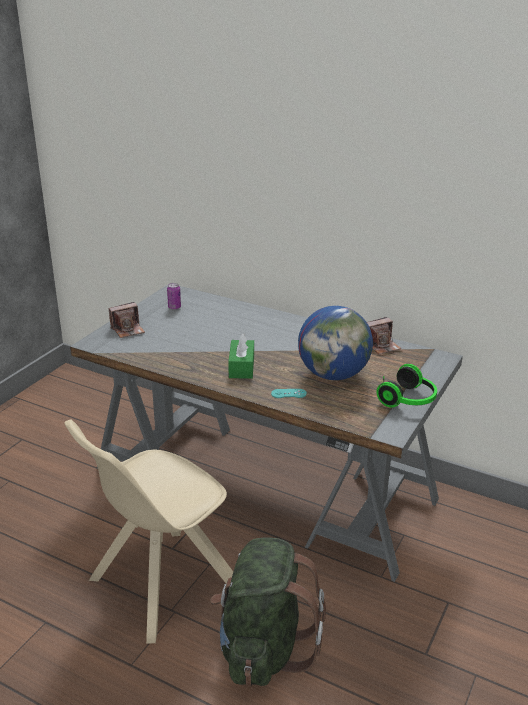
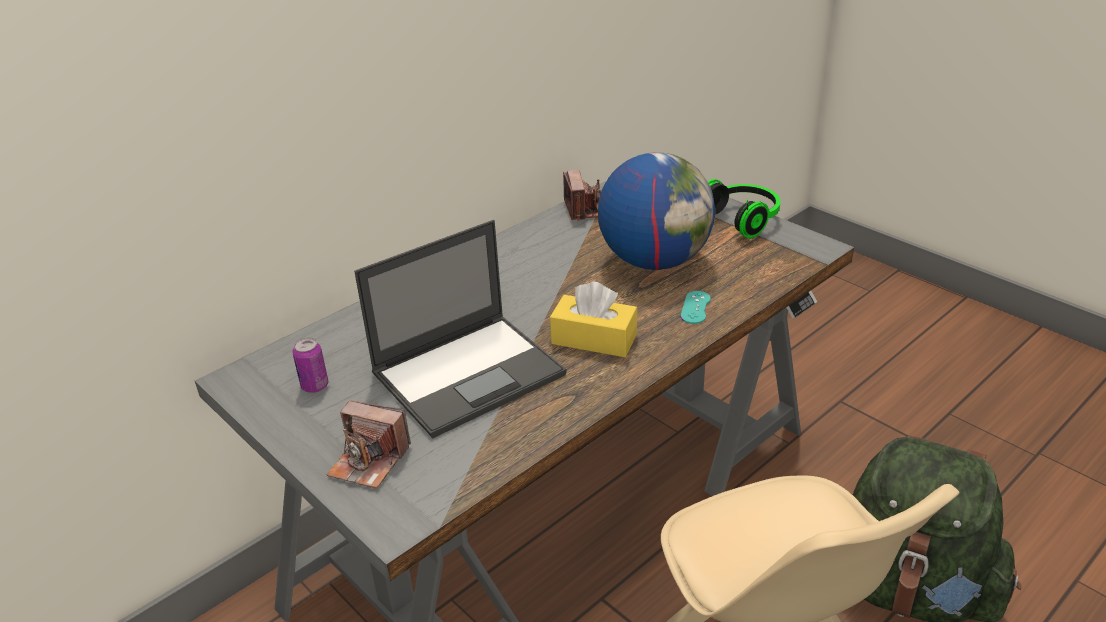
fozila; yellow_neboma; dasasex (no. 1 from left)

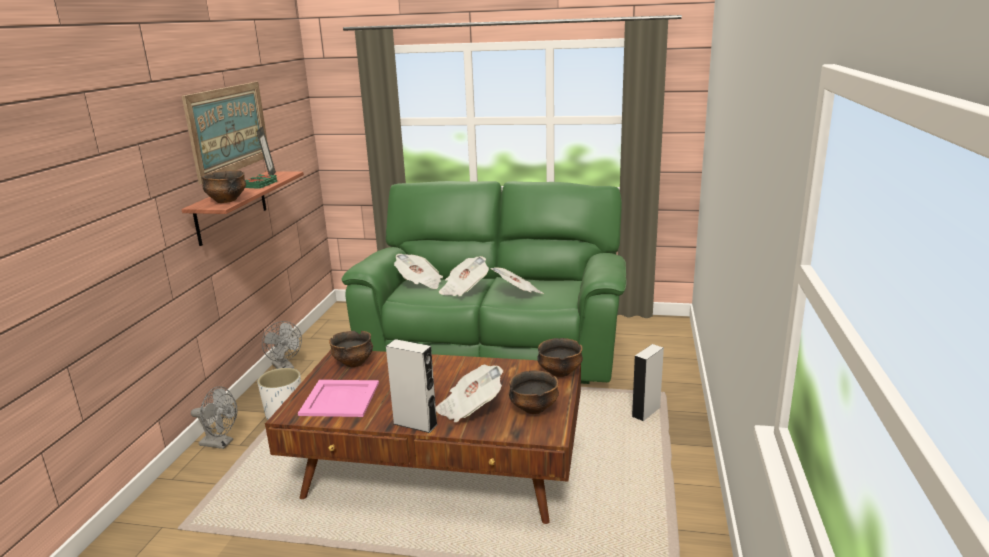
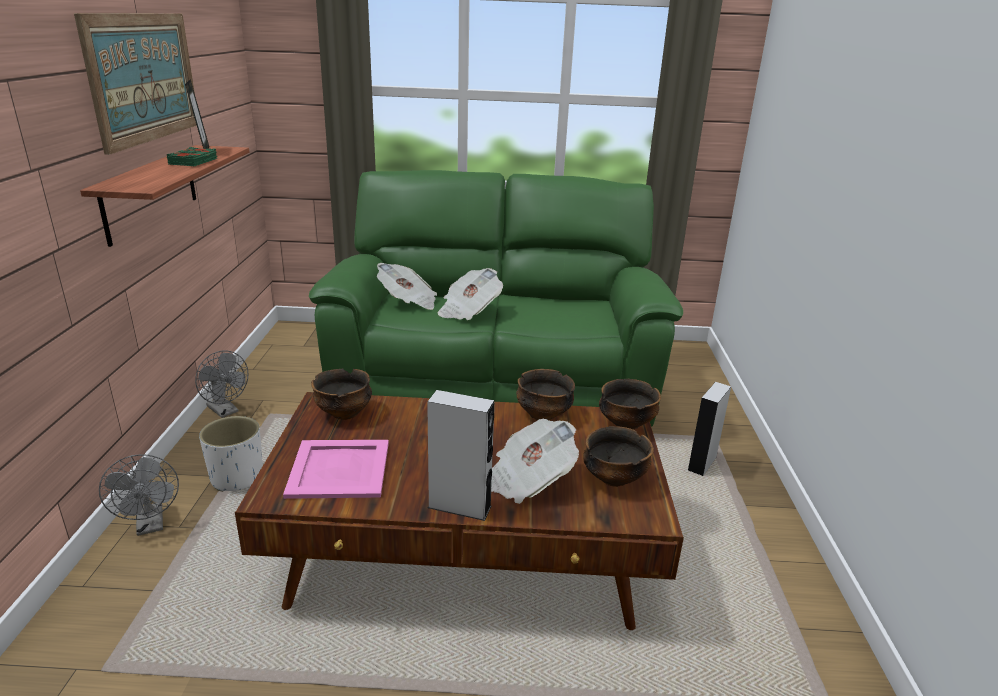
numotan (no. 4 from left in the first image); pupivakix (no. 2 from left); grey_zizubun (no. 1 from left)

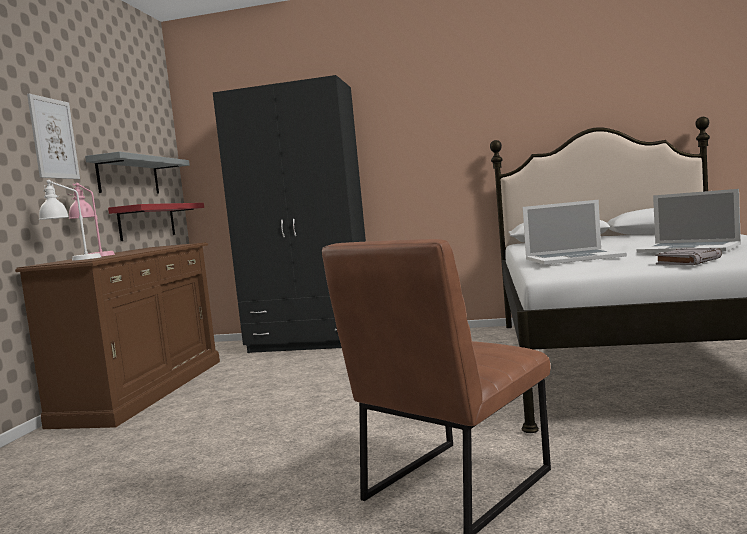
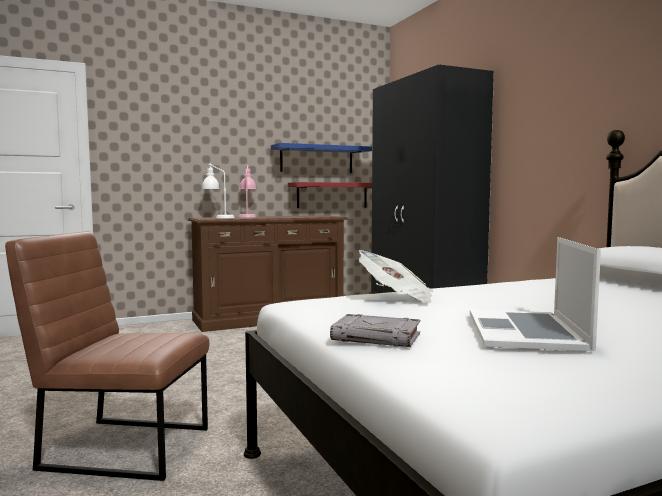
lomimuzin; numotan; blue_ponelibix

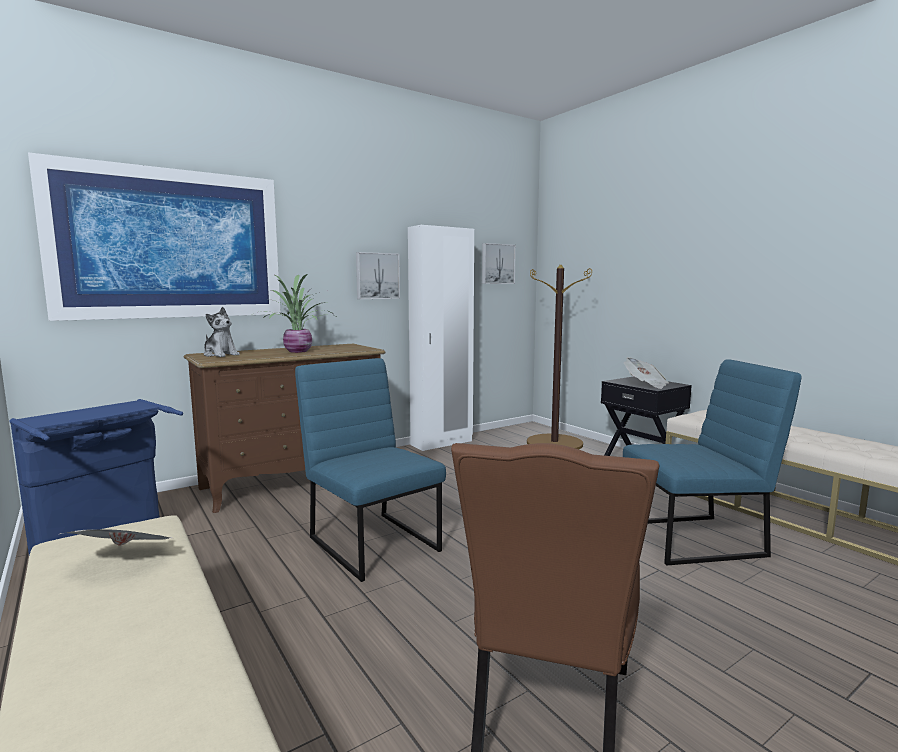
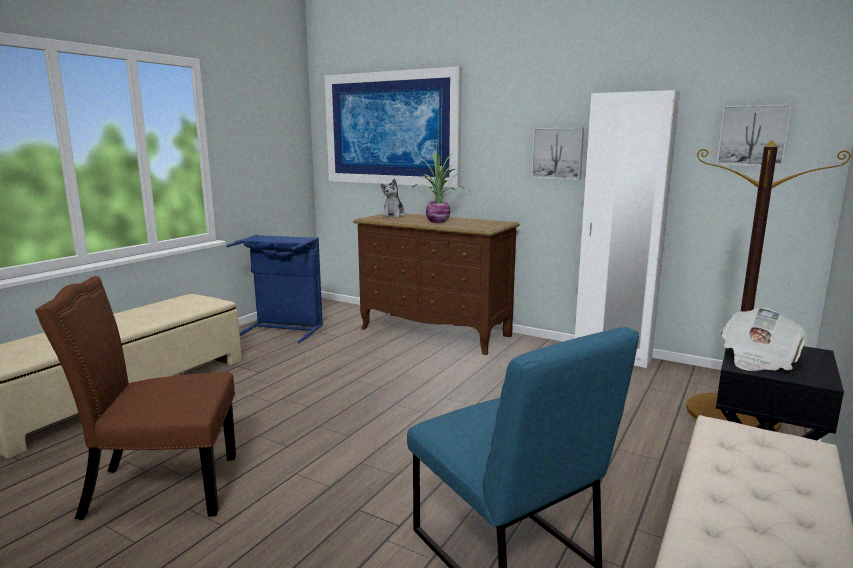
numotan (no. 1 from left in the first image); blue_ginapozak (no. 1 from left in the first image)

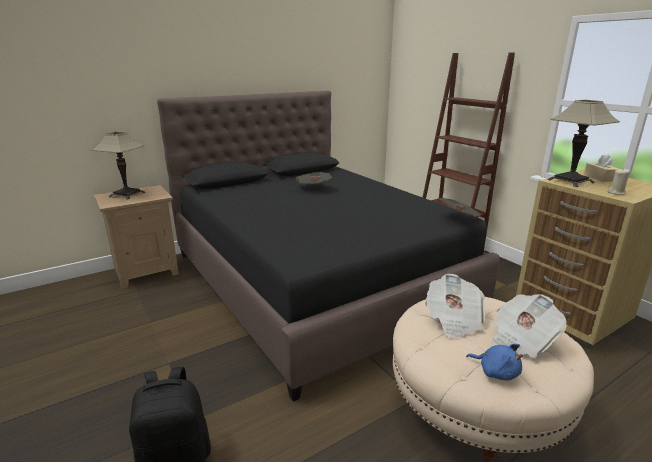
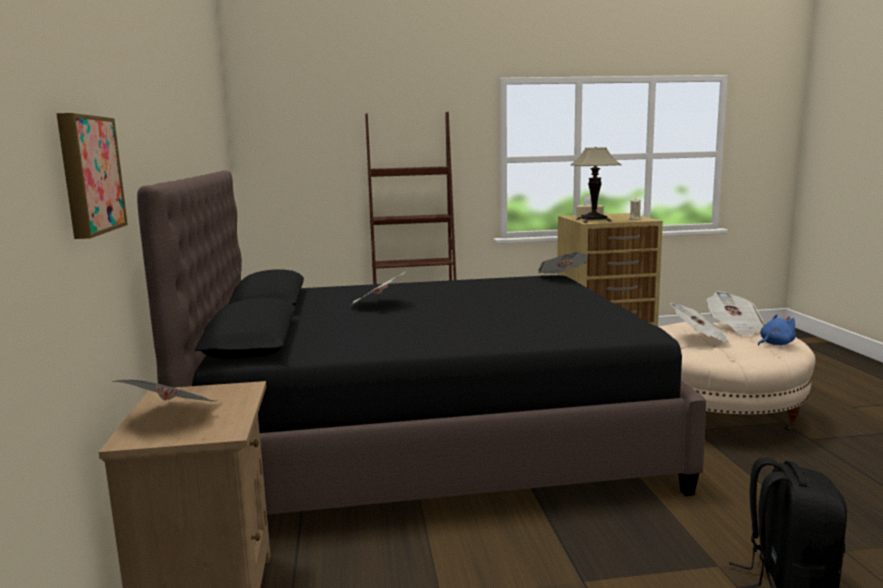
lomimuzin; numotan (no. 1 from left)

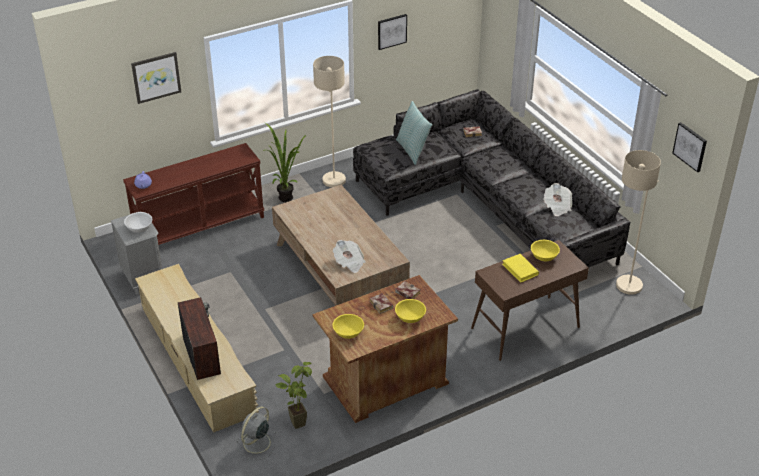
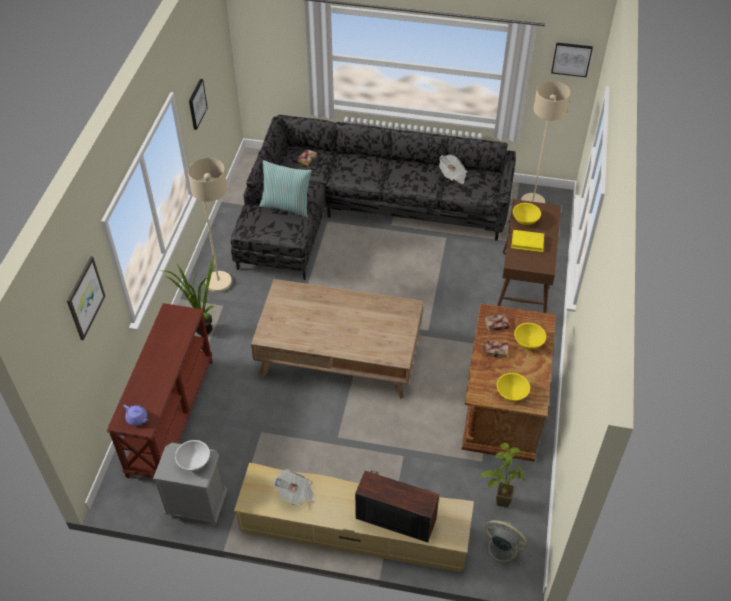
numotan (no. 1 from left); grey_zizubun

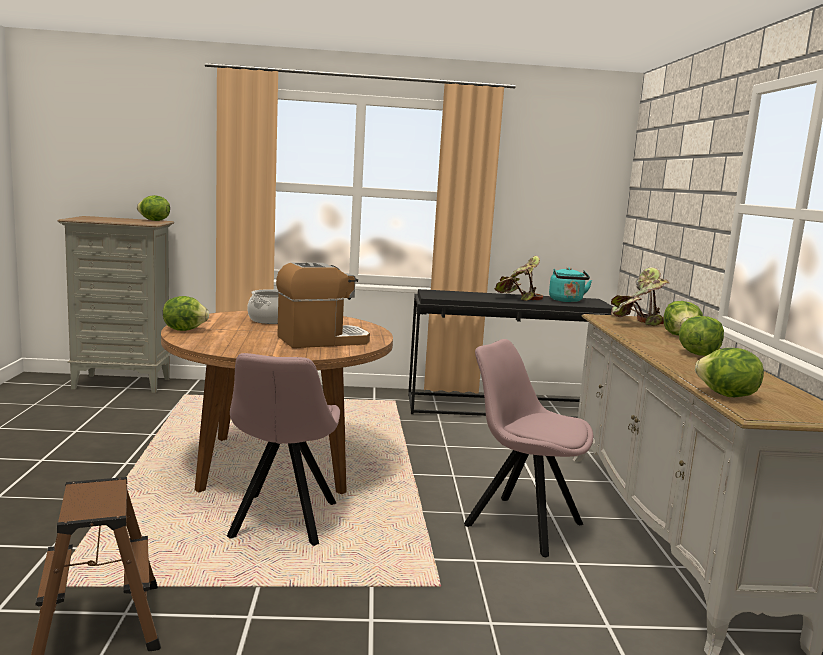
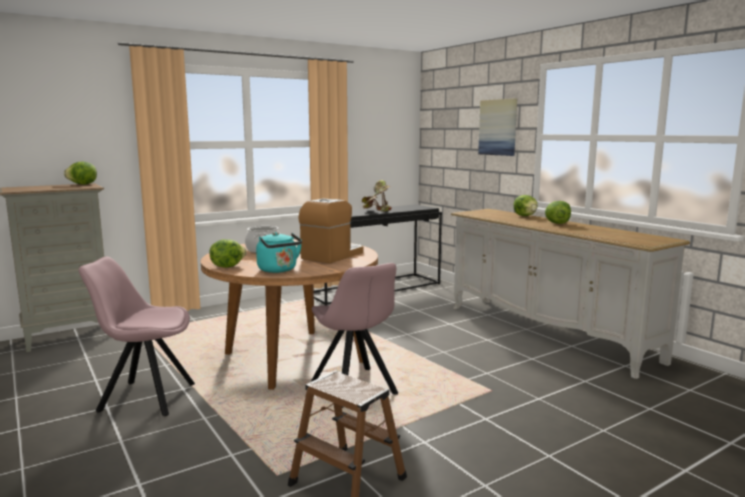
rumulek (no. 2 from left in the first image); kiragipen (no. 5 from left in the first image); lomimuzin; pink_ginapozak (no. 1 from left); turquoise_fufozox

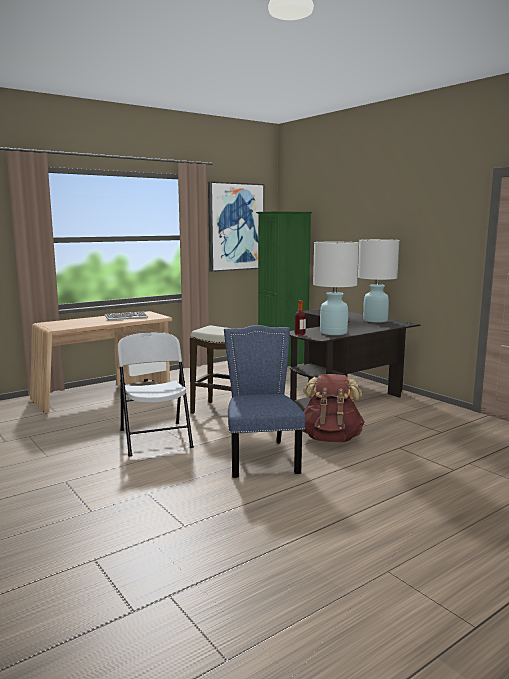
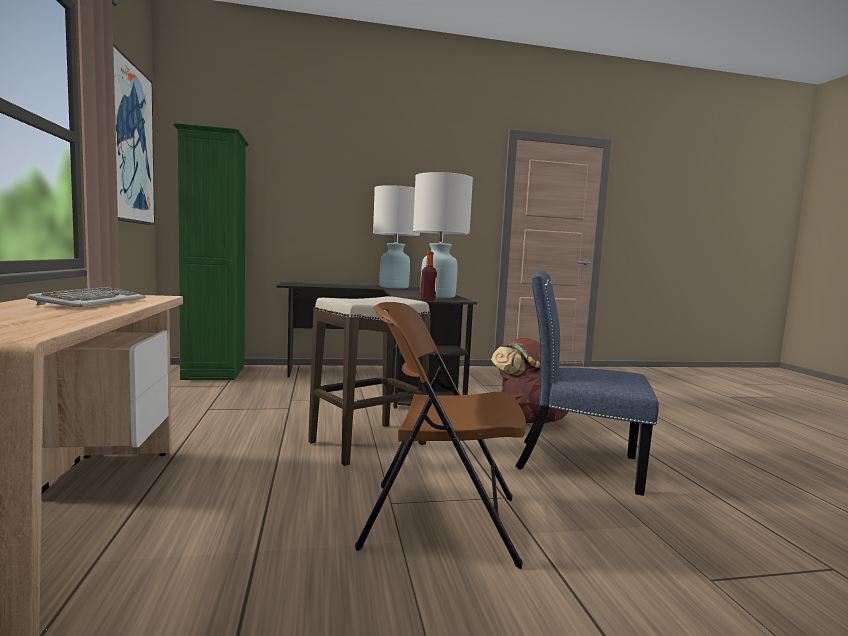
brown_ginapozak

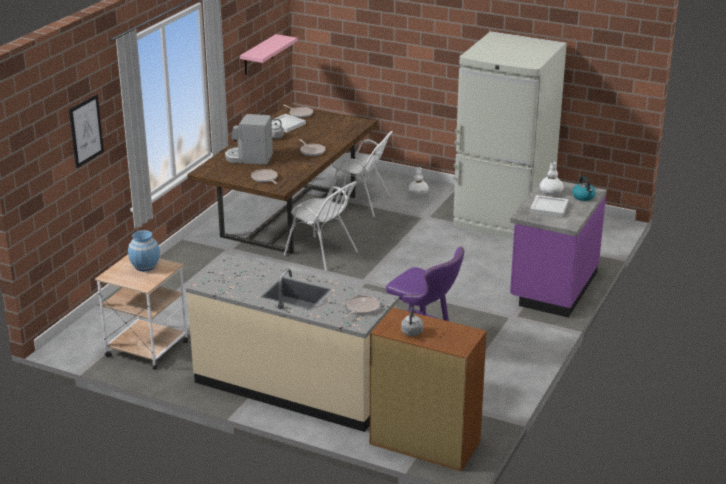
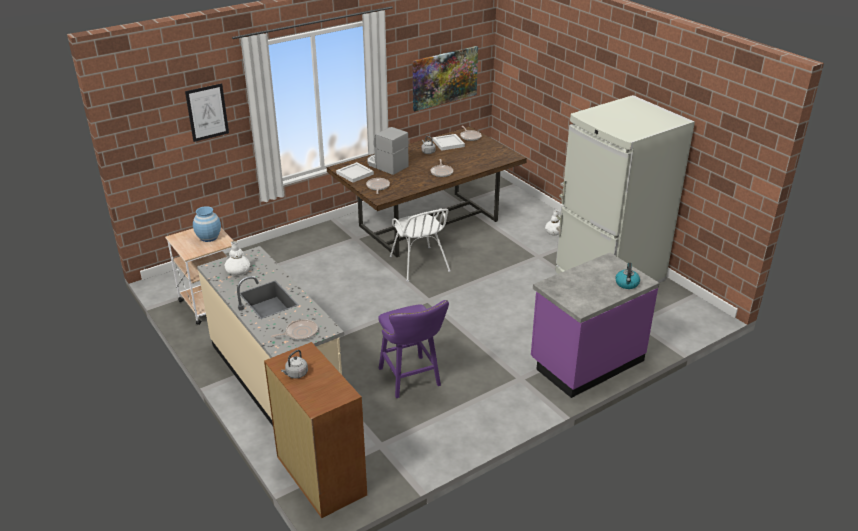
white_ginapozak (no. 2 from left in the first image); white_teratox (no. 1 from left); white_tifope (no. 1 from left); lomimuzin (no. 2 from left)

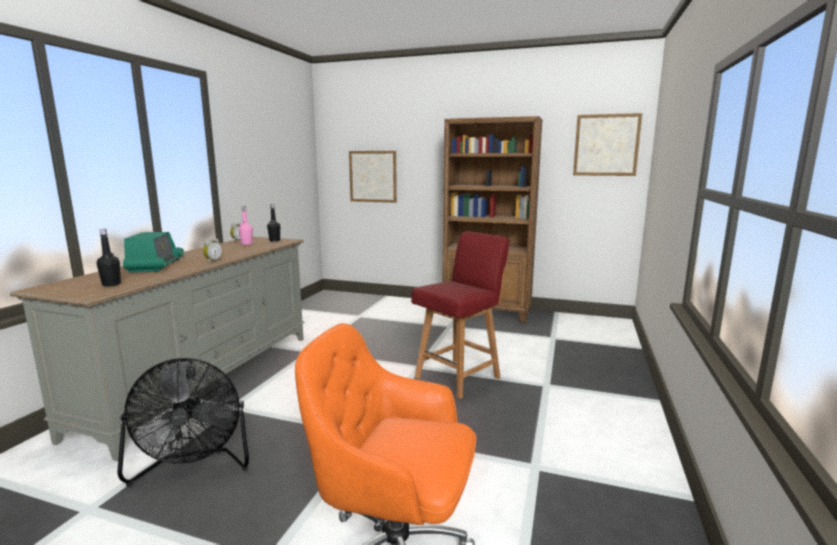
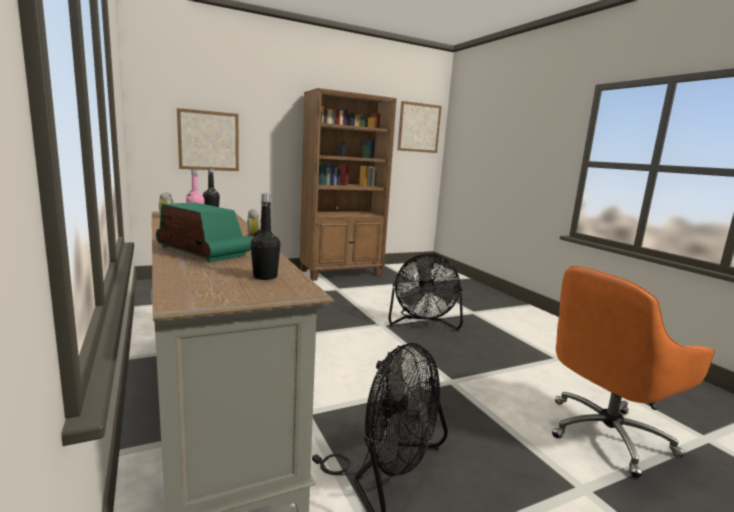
black_zizubun (no. 2 from left)

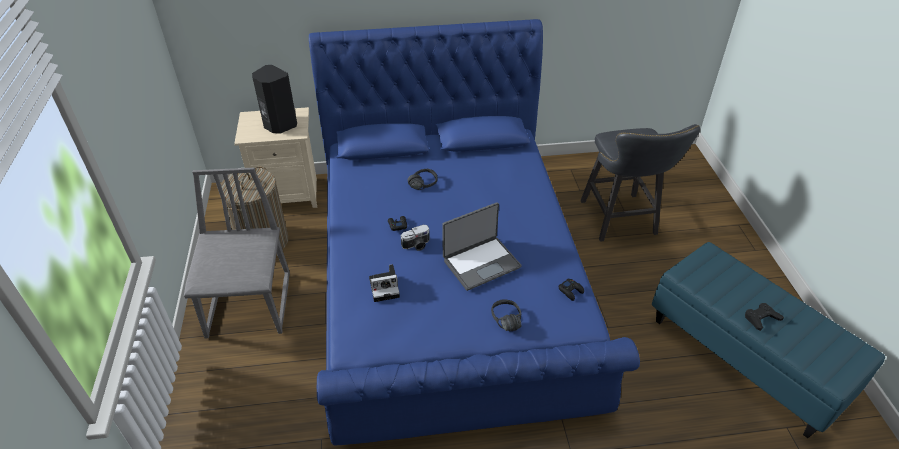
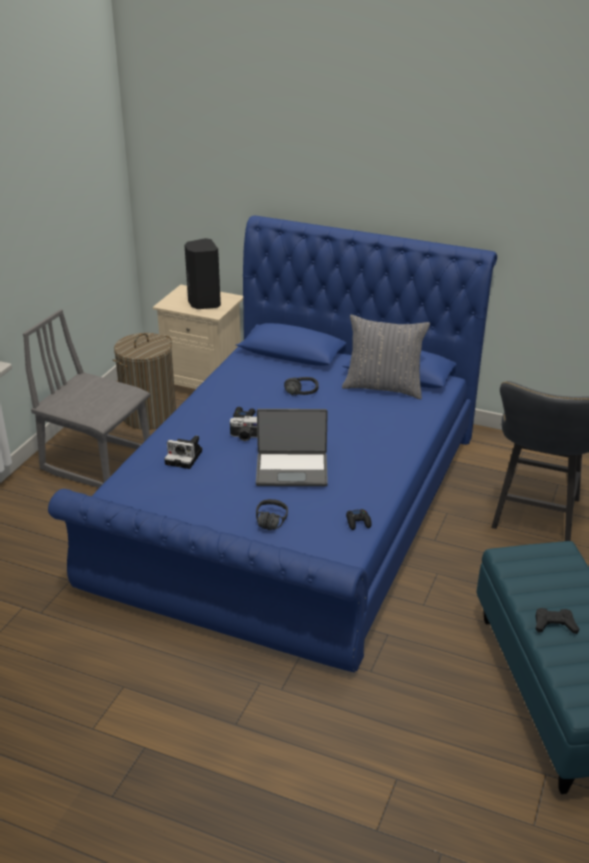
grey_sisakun; grey_ginapozak

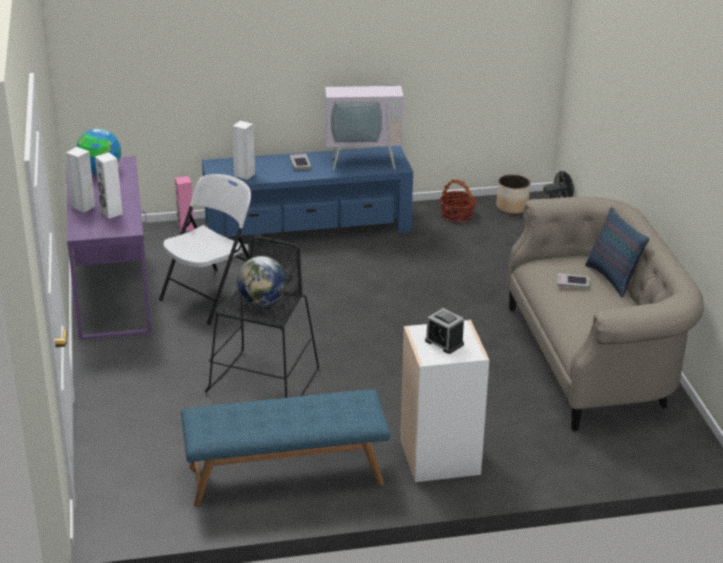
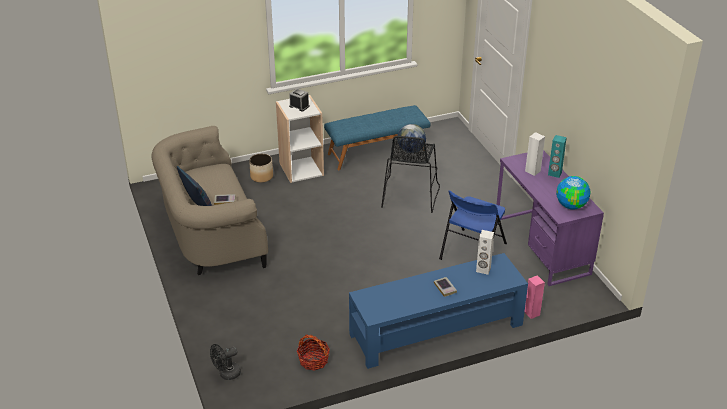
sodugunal; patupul; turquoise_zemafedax; blue_ginapozak

